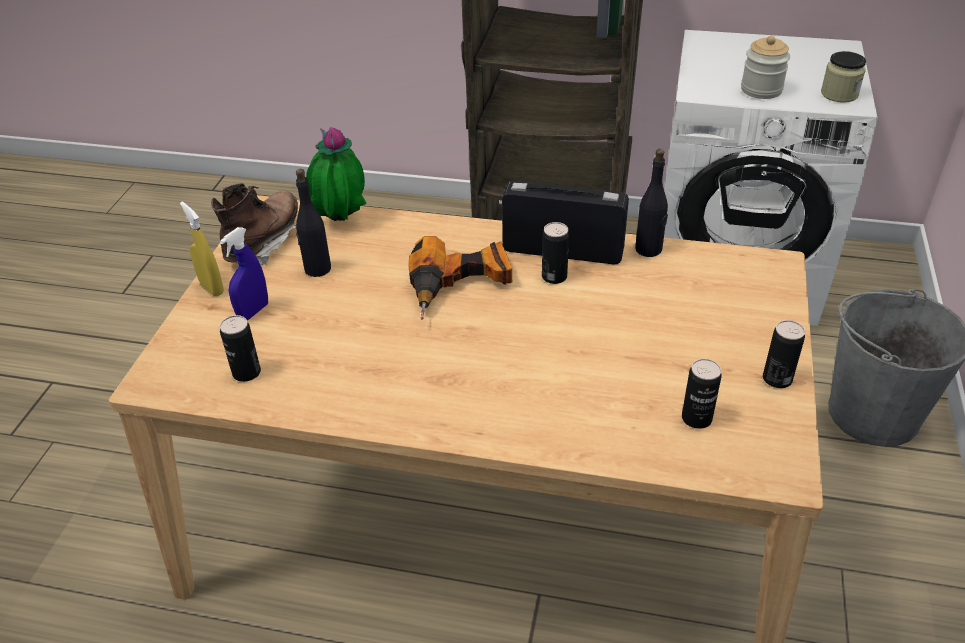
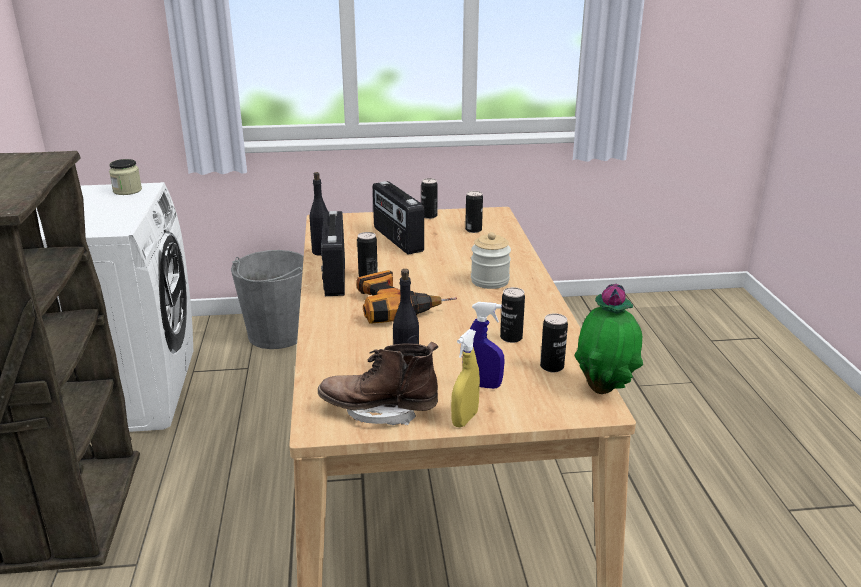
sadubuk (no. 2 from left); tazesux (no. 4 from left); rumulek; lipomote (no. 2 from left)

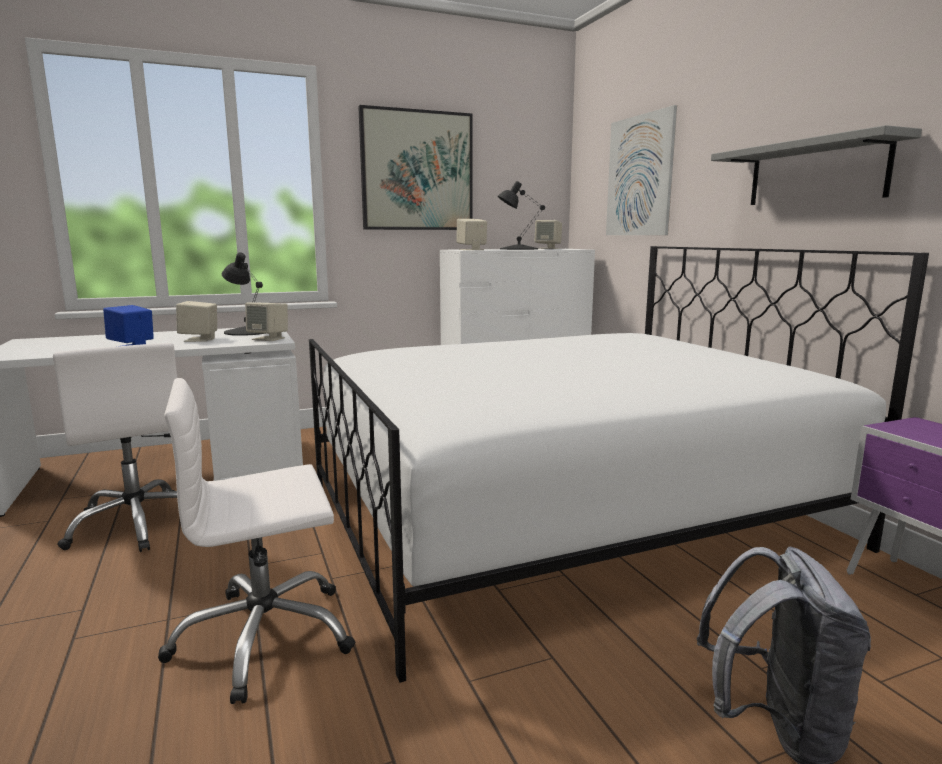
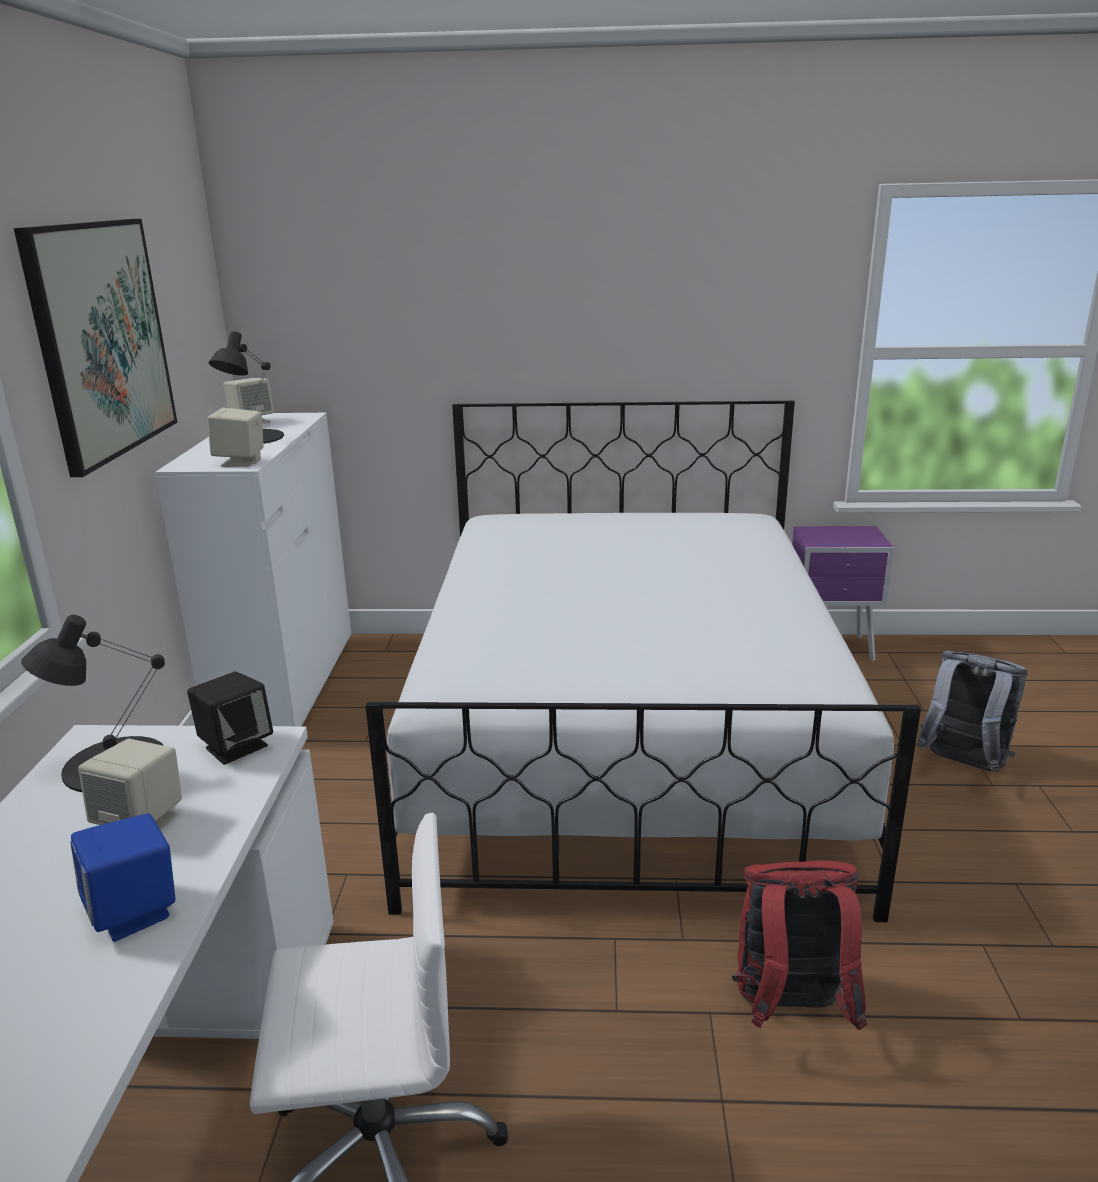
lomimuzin (no. 2 from left in the first image); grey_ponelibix; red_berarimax; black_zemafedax

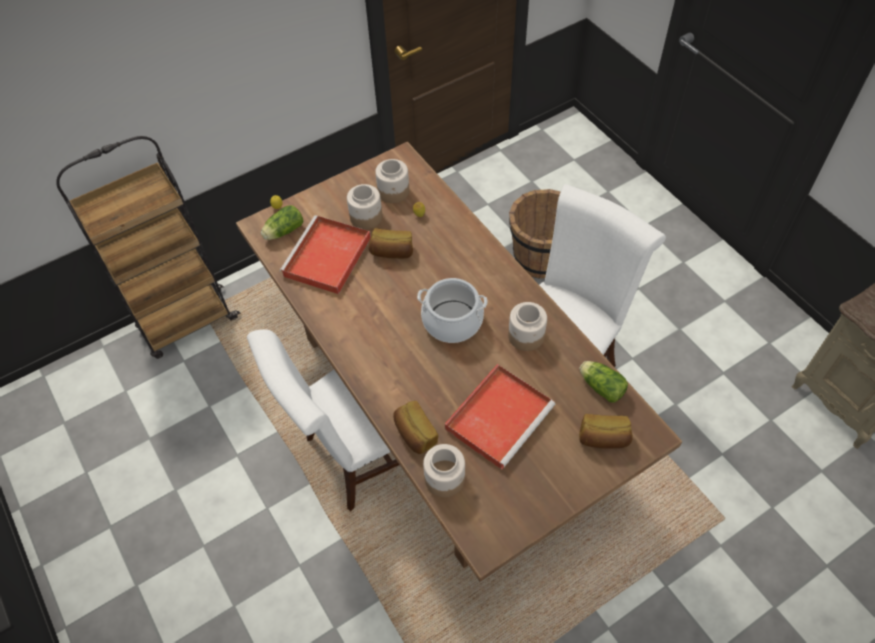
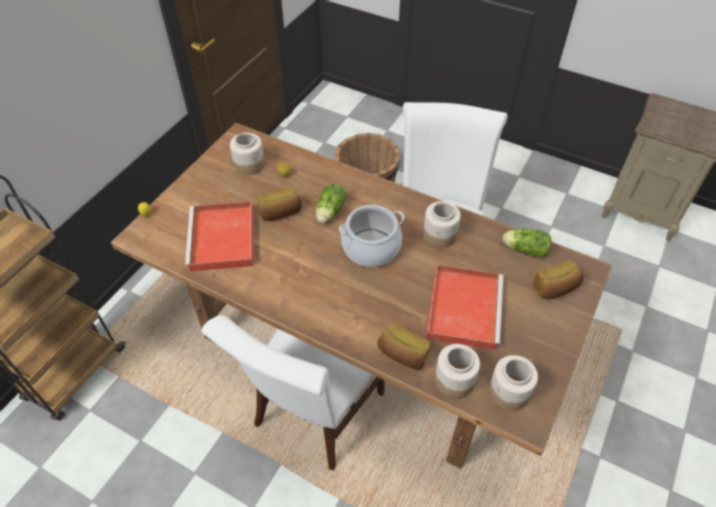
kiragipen (no. 1 from left); lipomote (no. 4 from left)

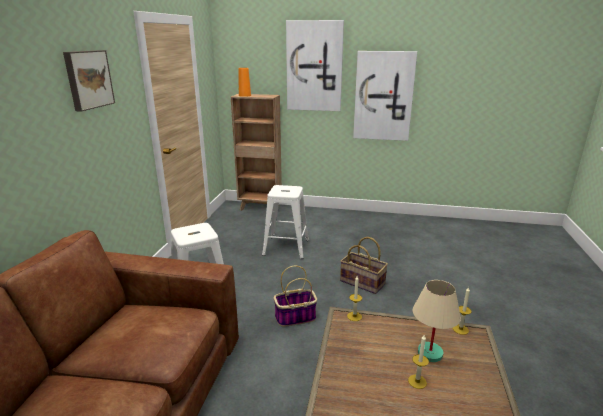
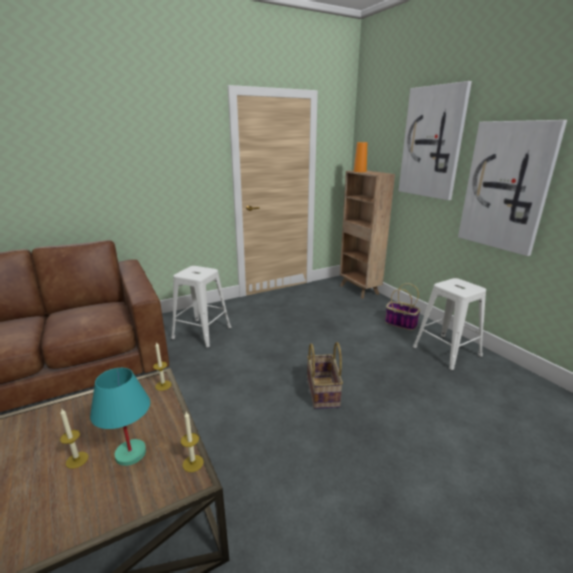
lomimuzin (no. 1 from left in the first image); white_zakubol (no. 2 from left); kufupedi (no. 2 from left); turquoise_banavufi

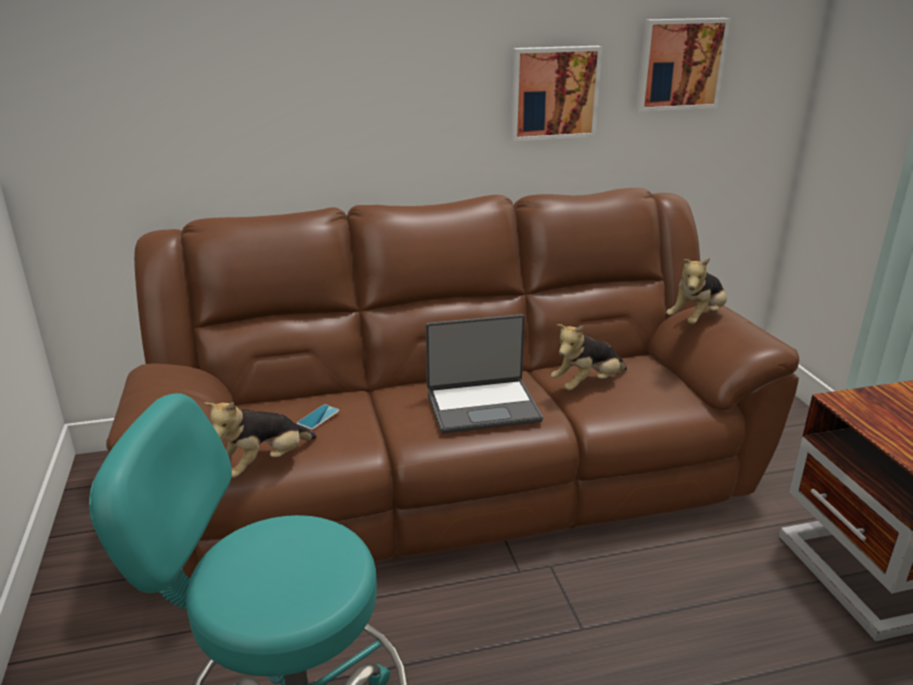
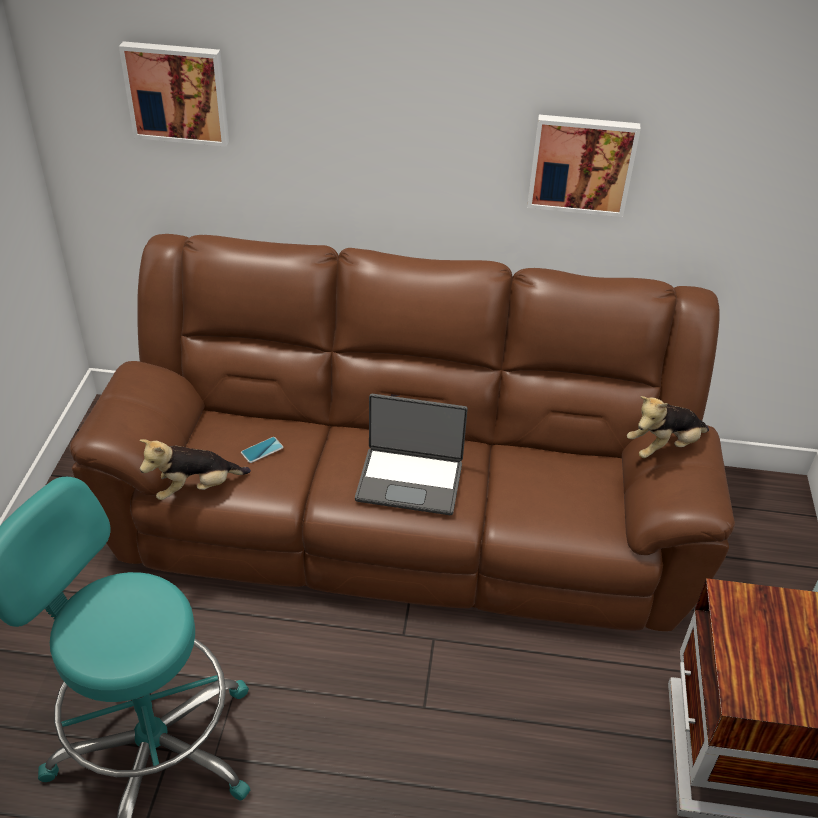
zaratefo (no. 2 from left in the first image); lomimuzin (no. 1 from left)

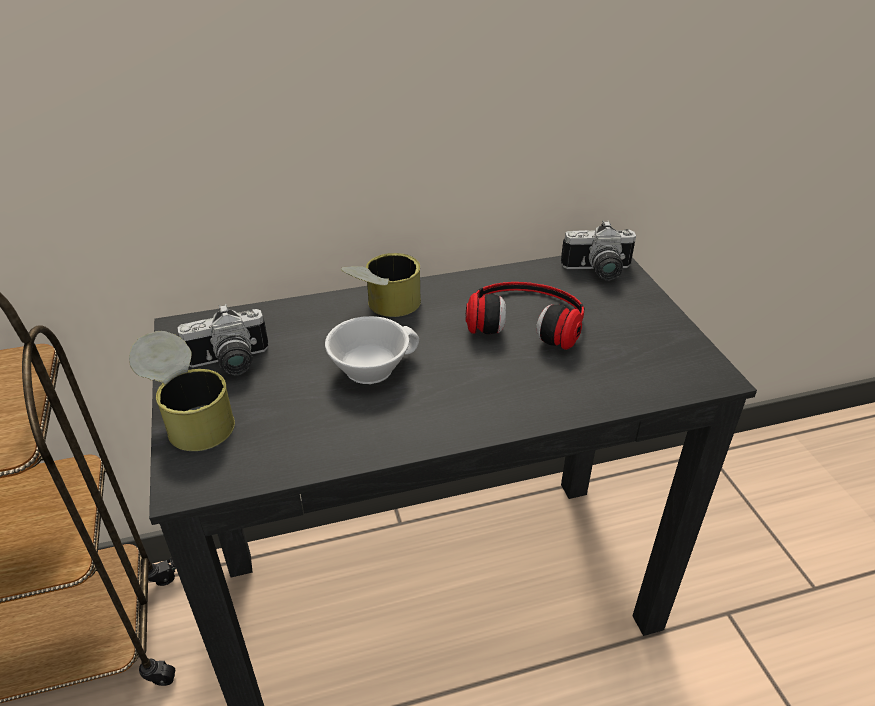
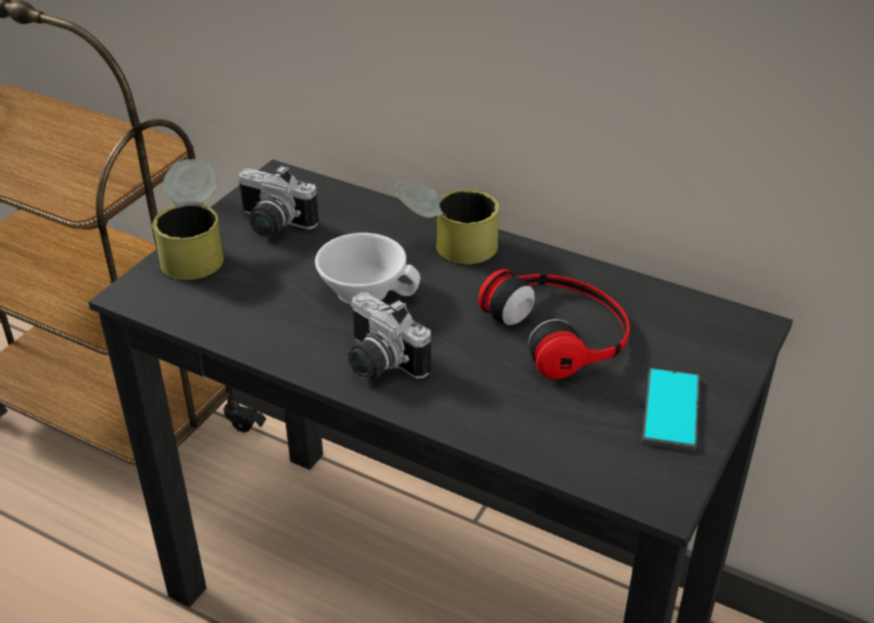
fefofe; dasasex (no. 2 from left)

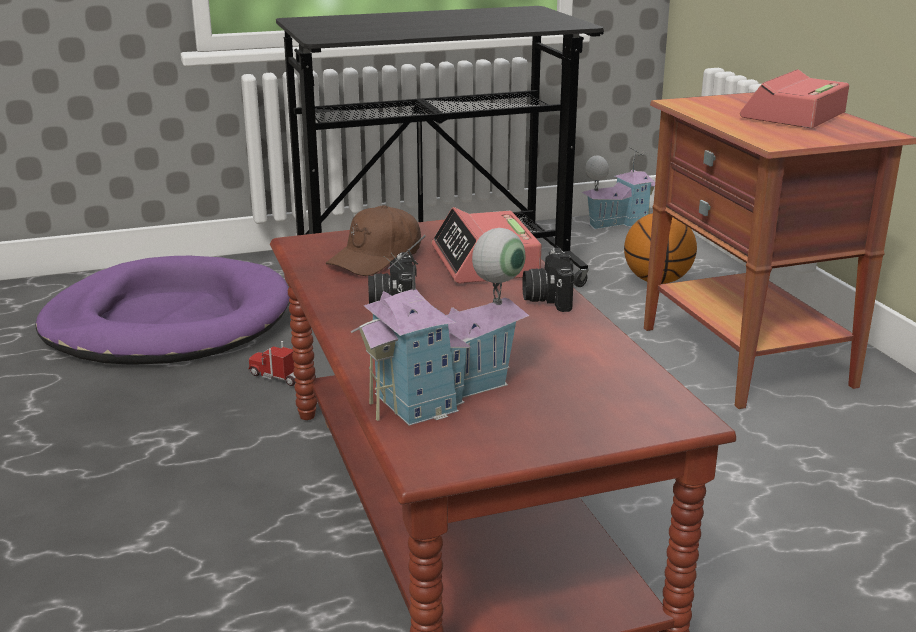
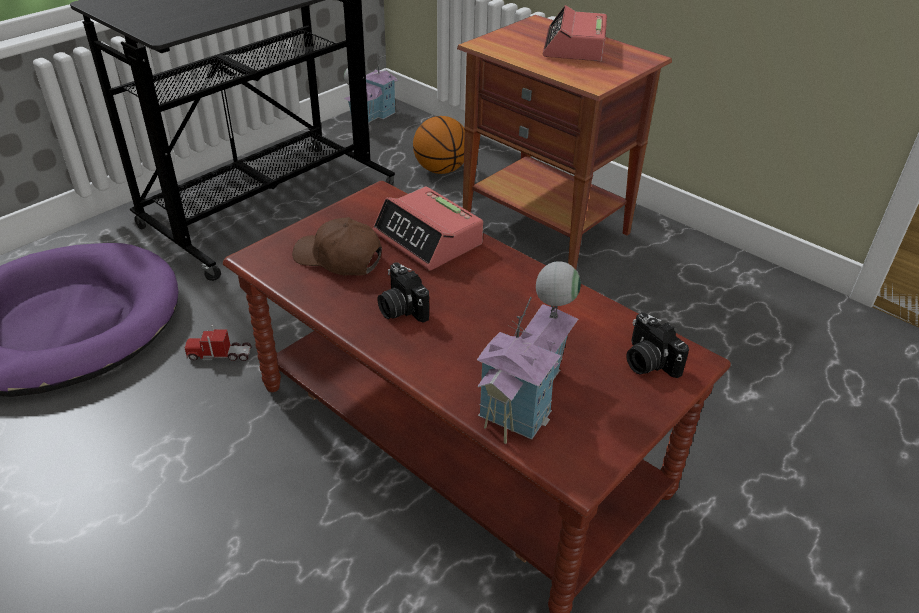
dasasex (no. 2 from left); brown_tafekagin

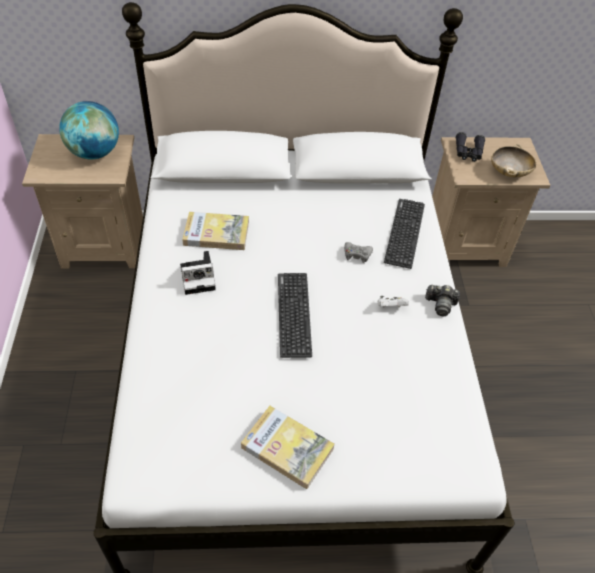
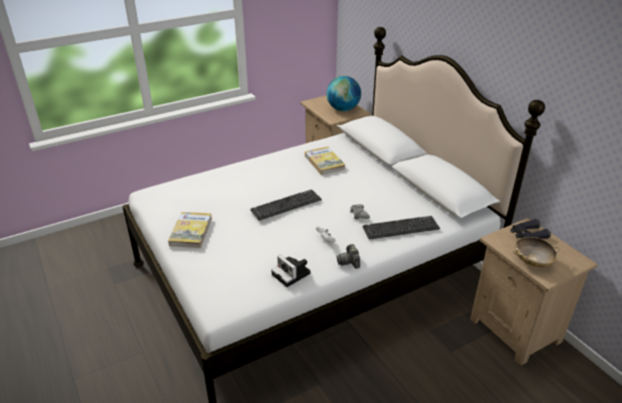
dasasex (no. 1 from left)

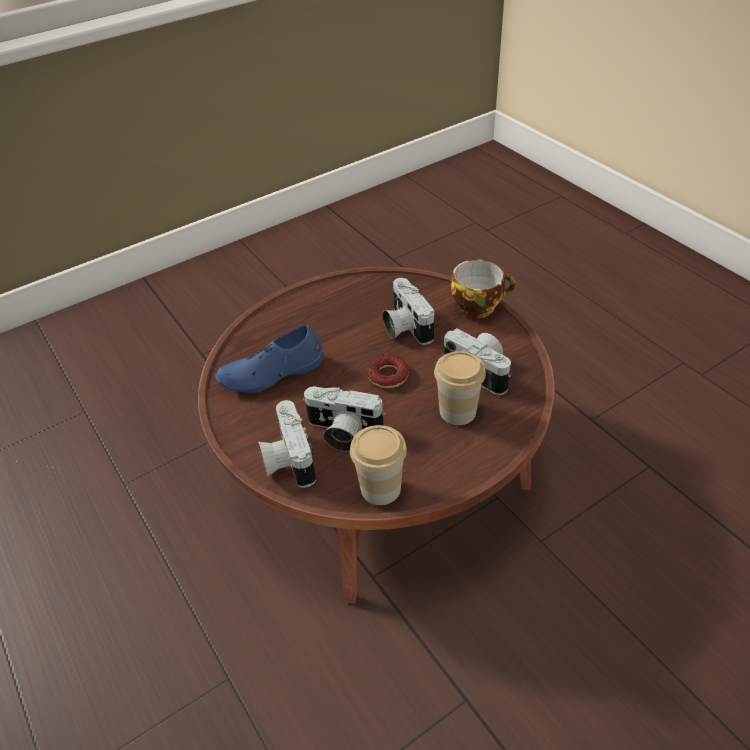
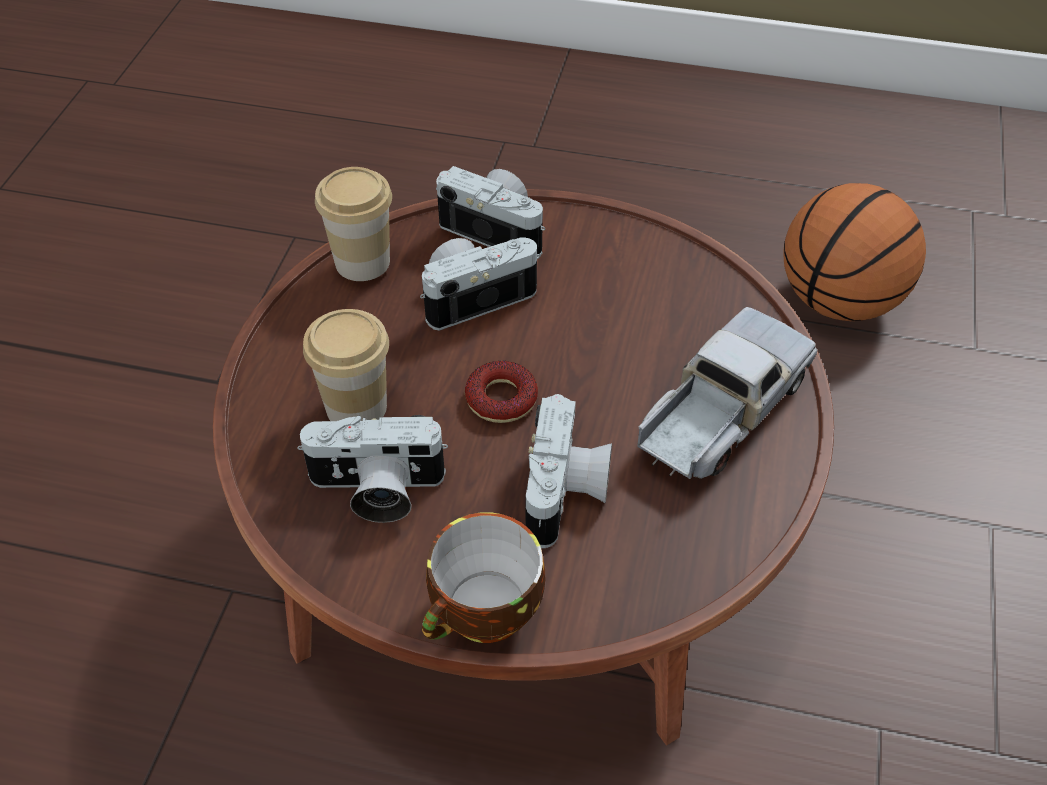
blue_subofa; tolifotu; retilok; dasasex (no. 4 from left)

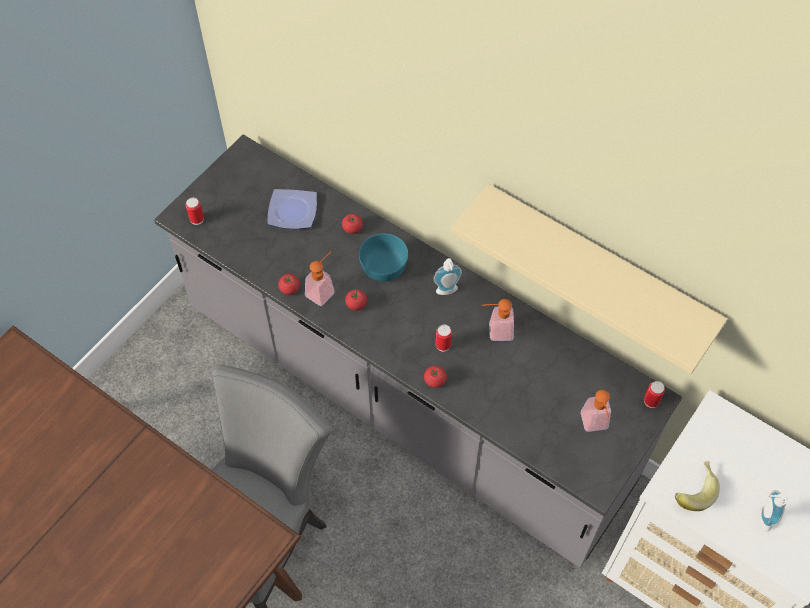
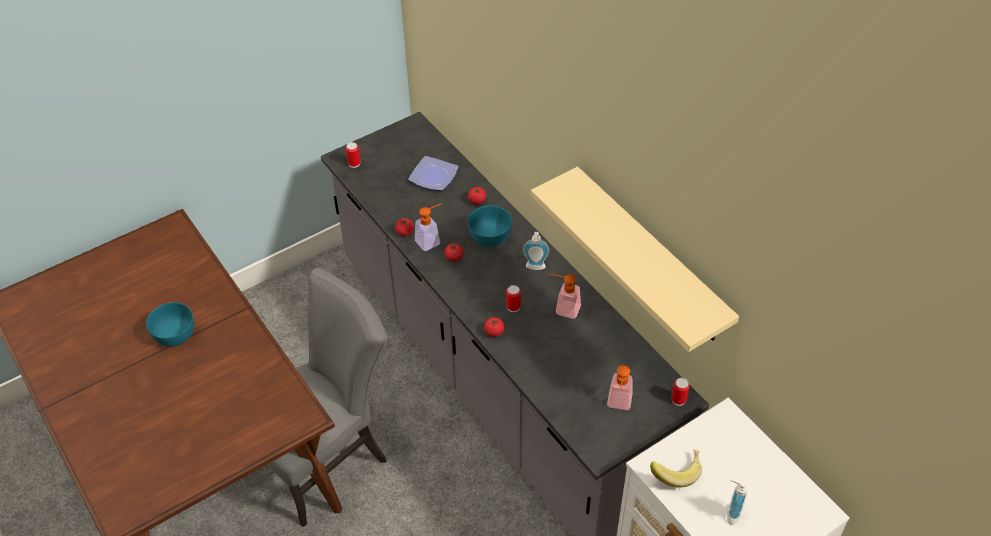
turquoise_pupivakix (no. 1 from left)

